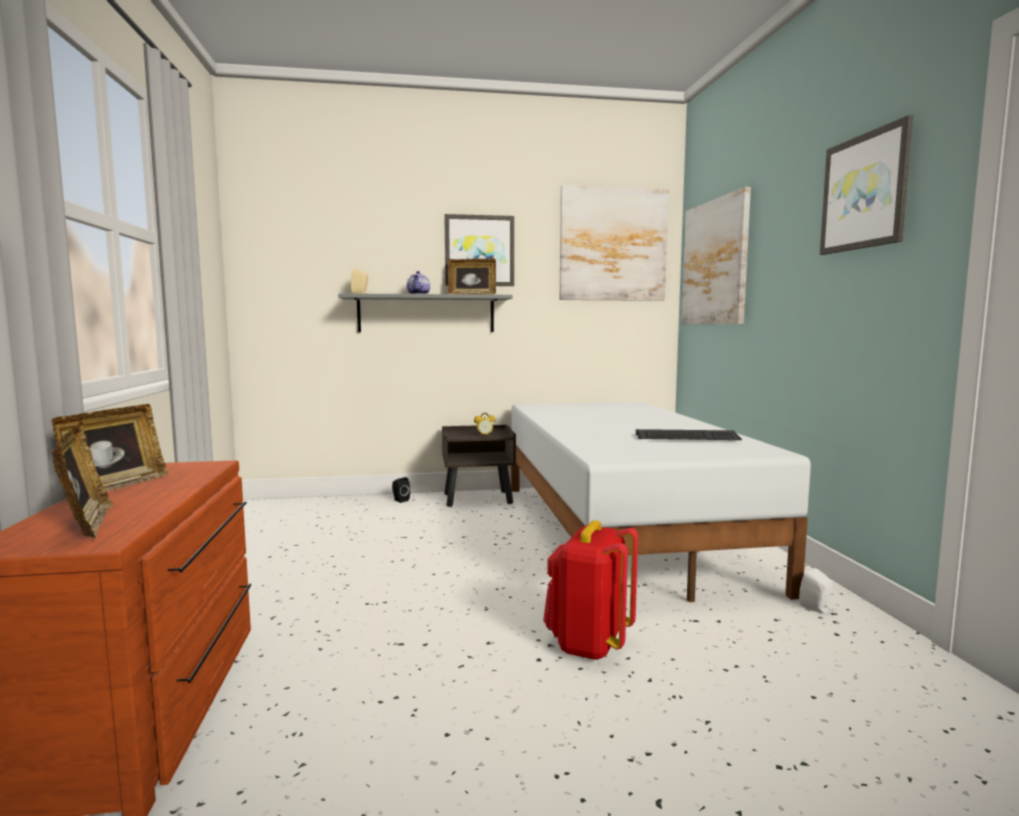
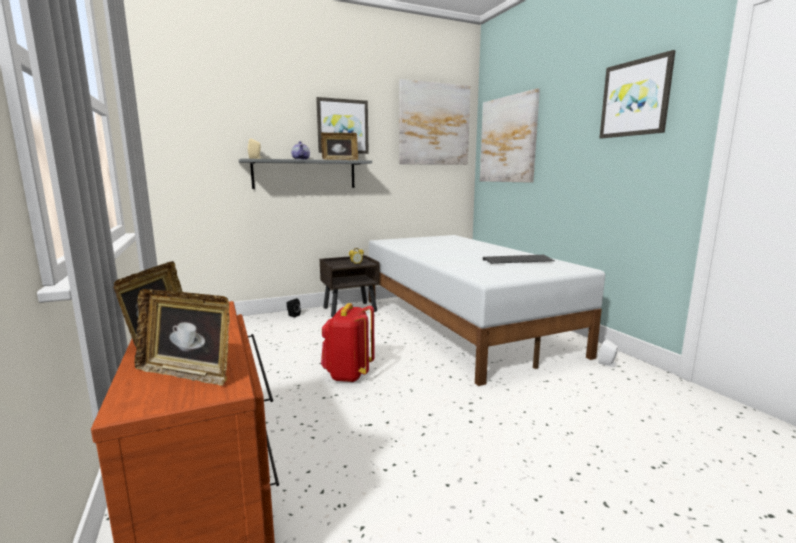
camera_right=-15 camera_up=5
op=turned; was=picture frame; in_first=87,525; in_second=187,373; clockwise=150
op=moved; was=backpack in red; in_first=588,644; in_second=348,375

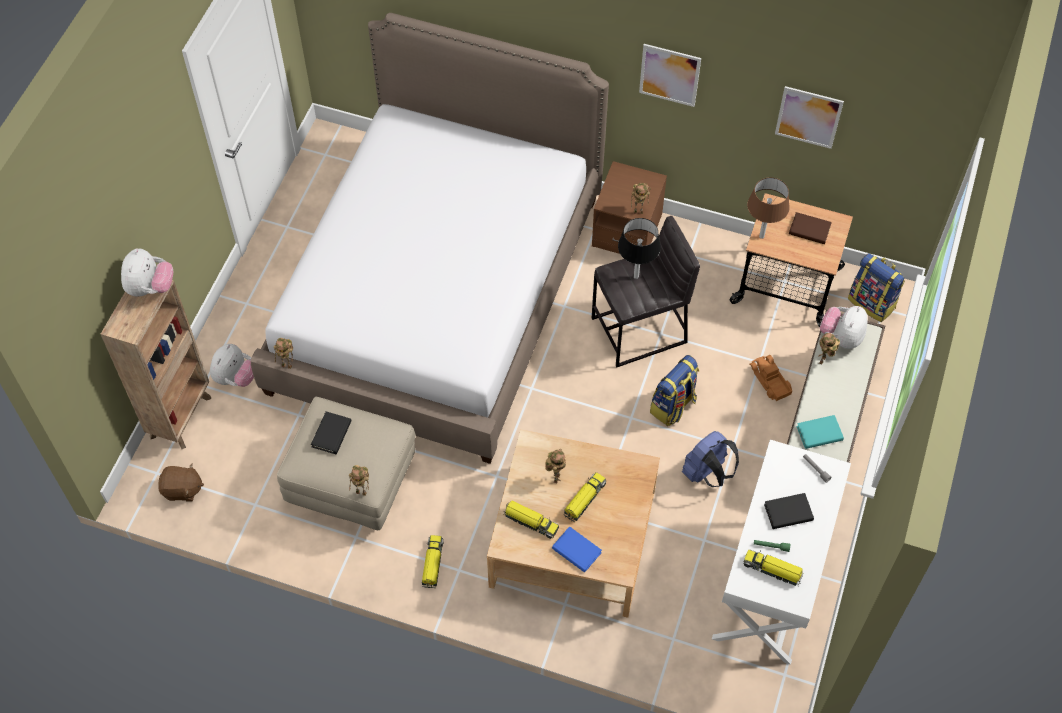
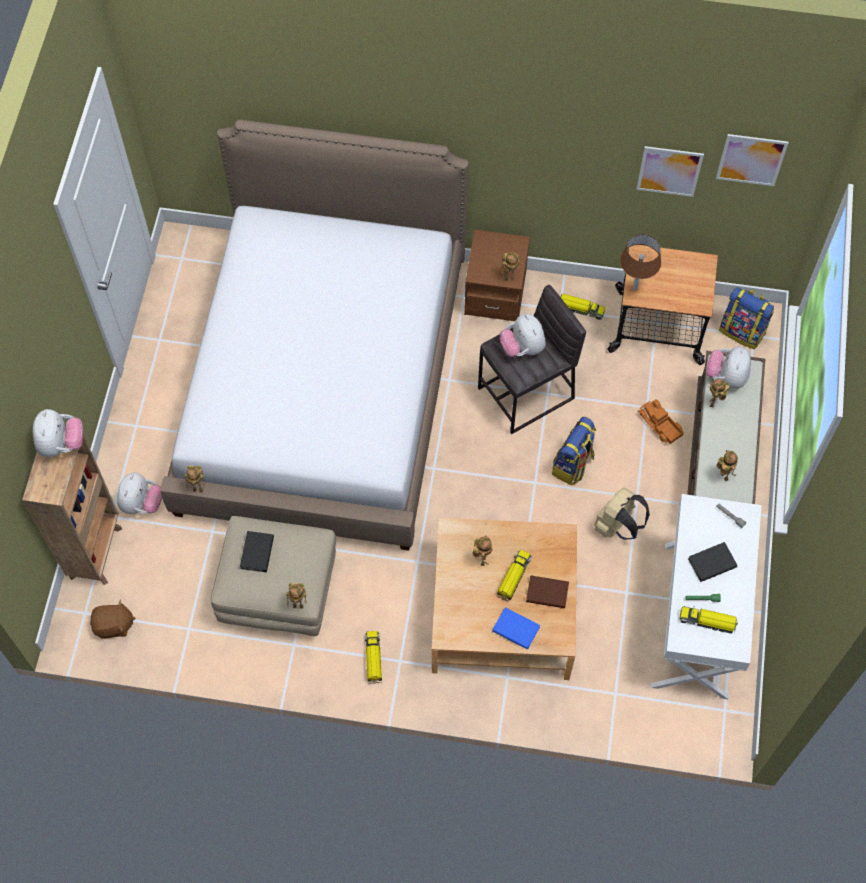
camera_right=-10 camera_up=5
op=moved; was=toy truck; in_first=530,521; in_second=580,309
op=replaced; was=table lamp in black; now=plush toy; in_first=636,276; in_second=522,348
op=moved; was=picture; in_first=669,75; in_second=751,159
op=recoloured; was=backpack in blue; now=backpack in beige; in_first=707,473; in_second=617,526
op=moved; was=book in brown; in_first=809,230; in_second=547,593
op=replaced; was=book in turquoise; now=toy robot; in_first=819,433; in_second=722,476

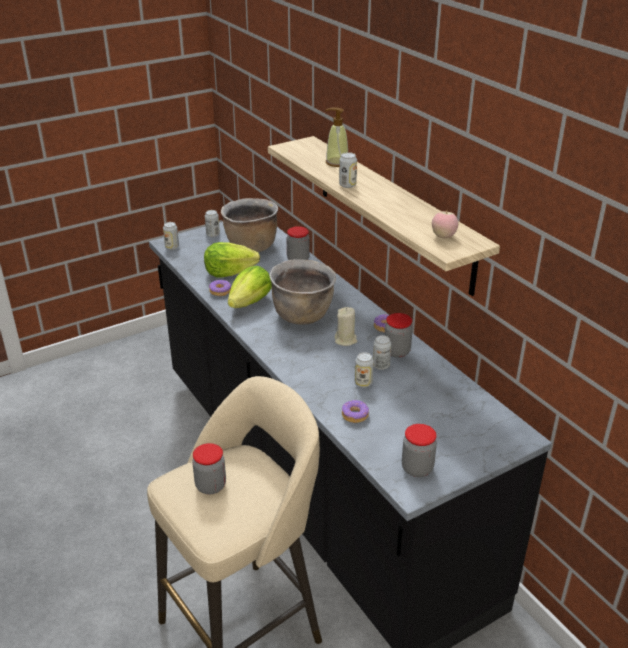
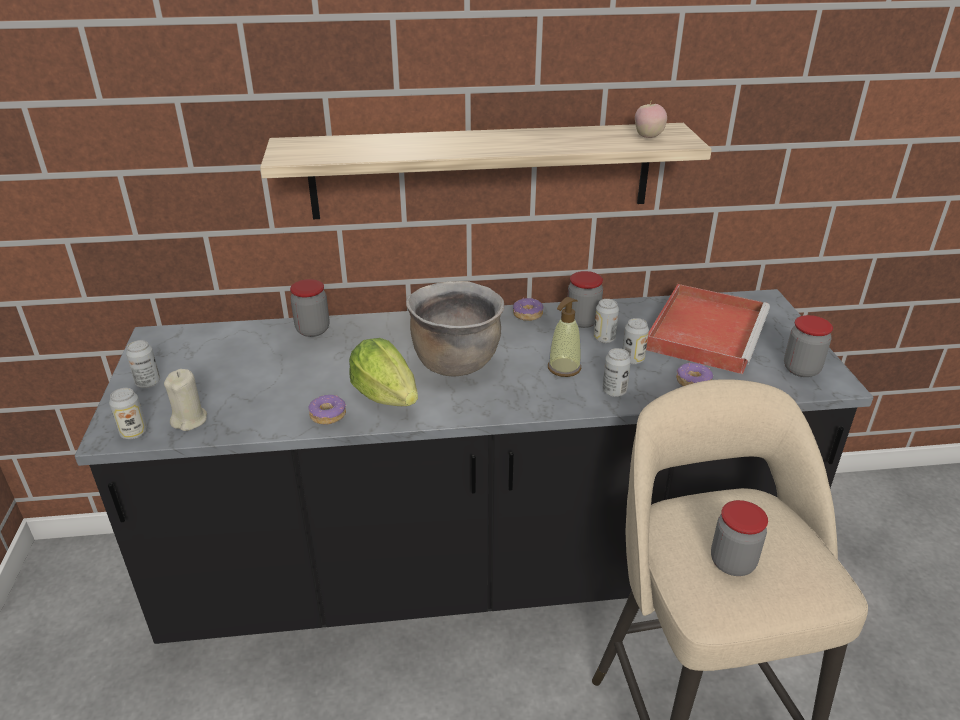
camera_right=-65 camera_up=0
op=removed; was=lettuce; in_first=229,273
op=removed; was=cooking pot in brown; in_first=251,246
op=moved; was=soap dispenser; in_first=337,162; in_second=564,368
op=moved; was=candle in beige; in_first=346,340; in_second=190,420
op=moved; was=can; in_first=347,185; in_second=614,391
op=added; now=tray in red; in_second=706,331

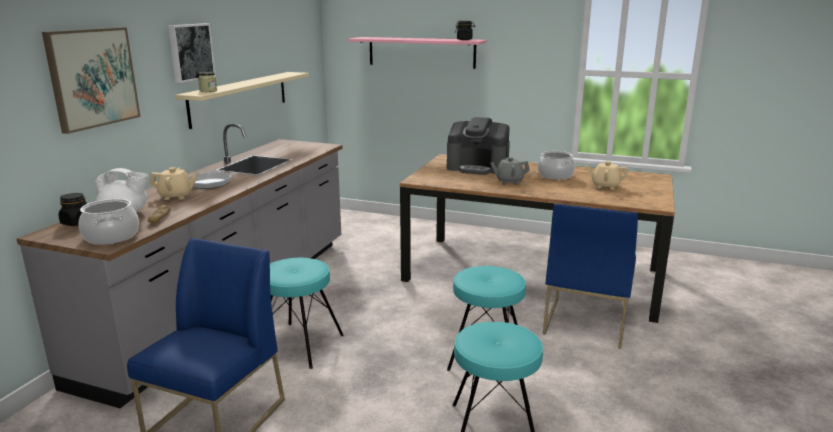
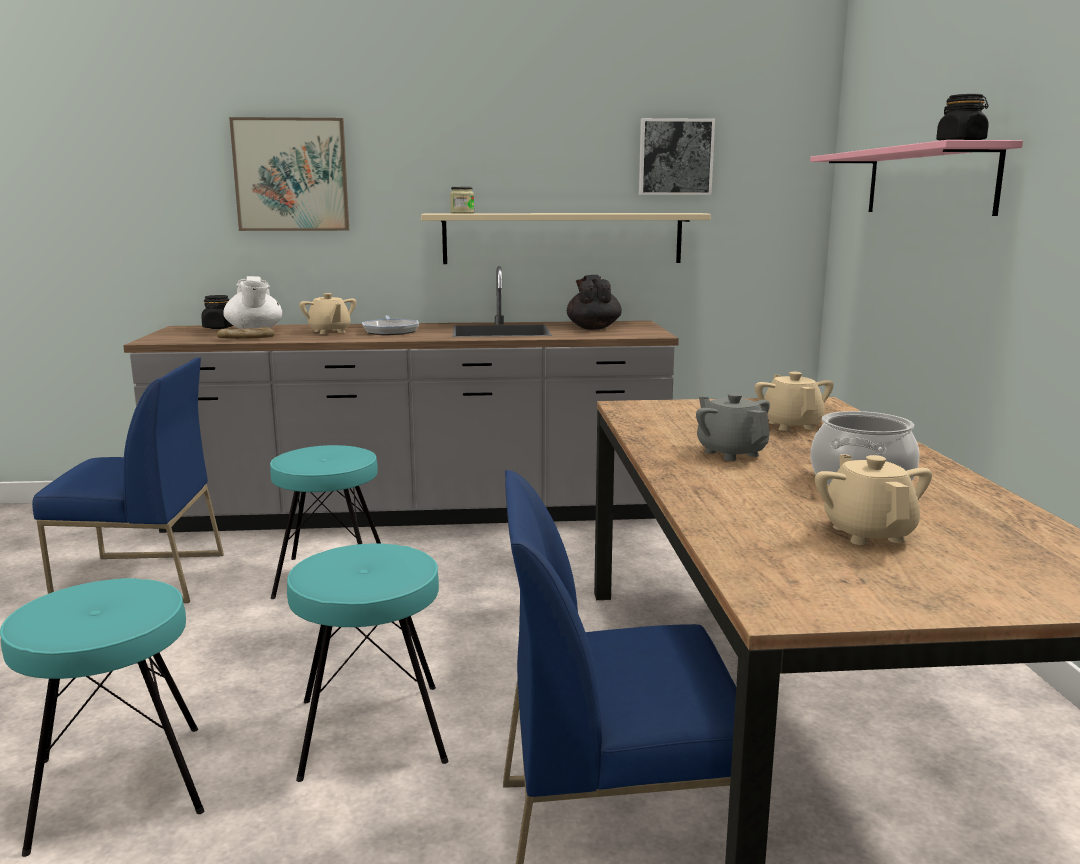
camera_right=65 camera_up=-5
op=removed; was=cooking pot; in_first=111,237
op=moved; was=picture; in_first=190,52; in_second=675,157
op=replaced; was=coffee machine; now=teapot in beige; in_first=478,167; in_second=791,425
op=added; now=teapot in black; in_second=593,328

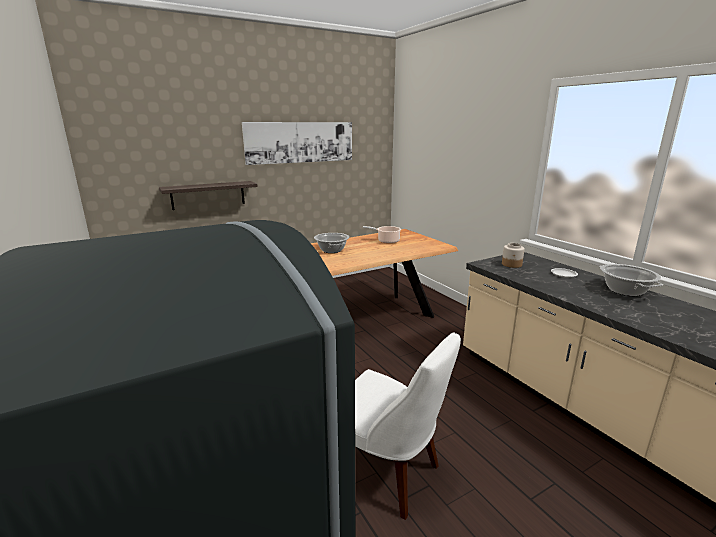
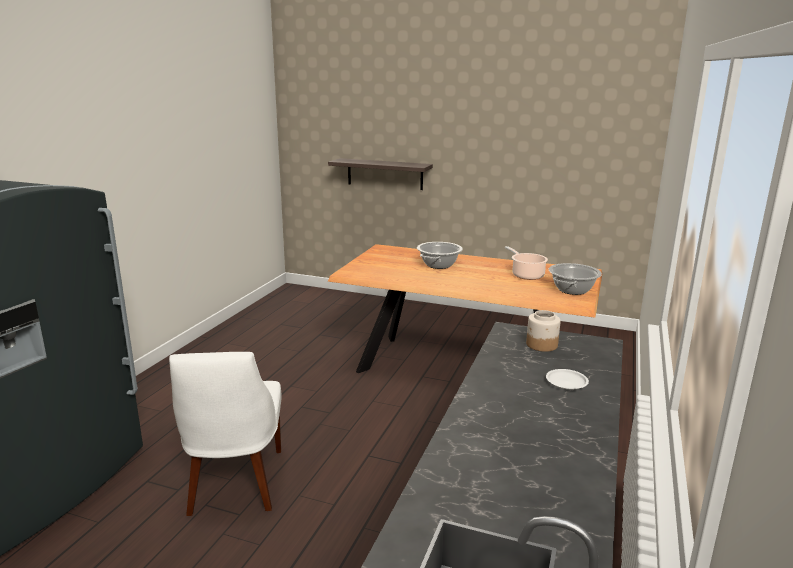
camera_right=50 camera_up=0
op=removed; was=picture; in_first=300,142
op=moved; was=cooking pot; in_first=624,291; in_second=572,290

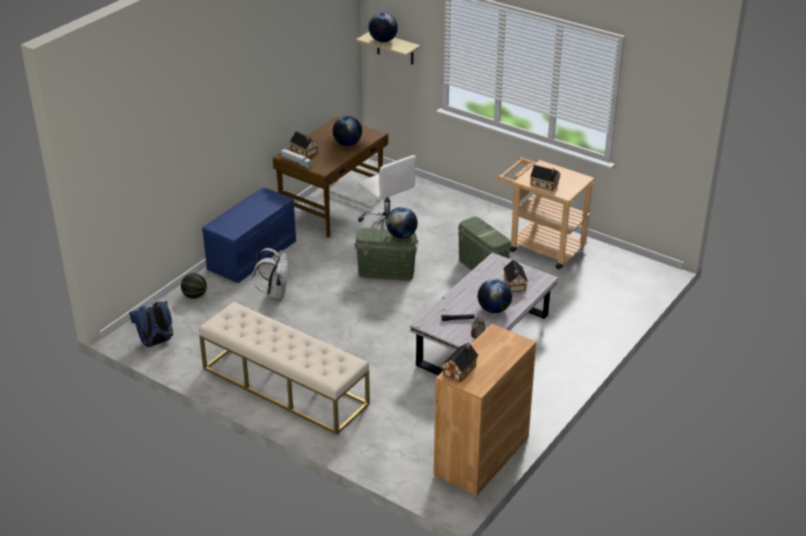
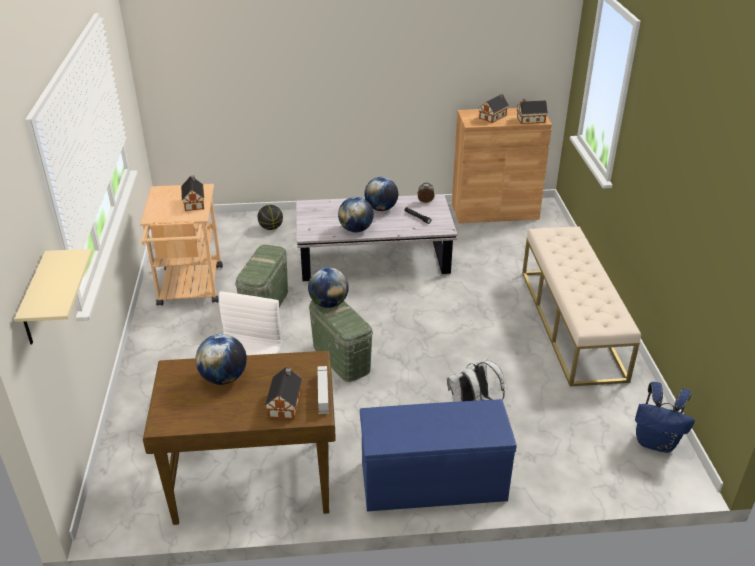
camera_right=-130 camera_up=0
op=moved; was=basketball; in_first=195,296; in_second=271,228
op=moved; was=globe; in_first=383,41; in_second=356,229
op=moved; was=toy house; in_first=514,284; in_second=493,116

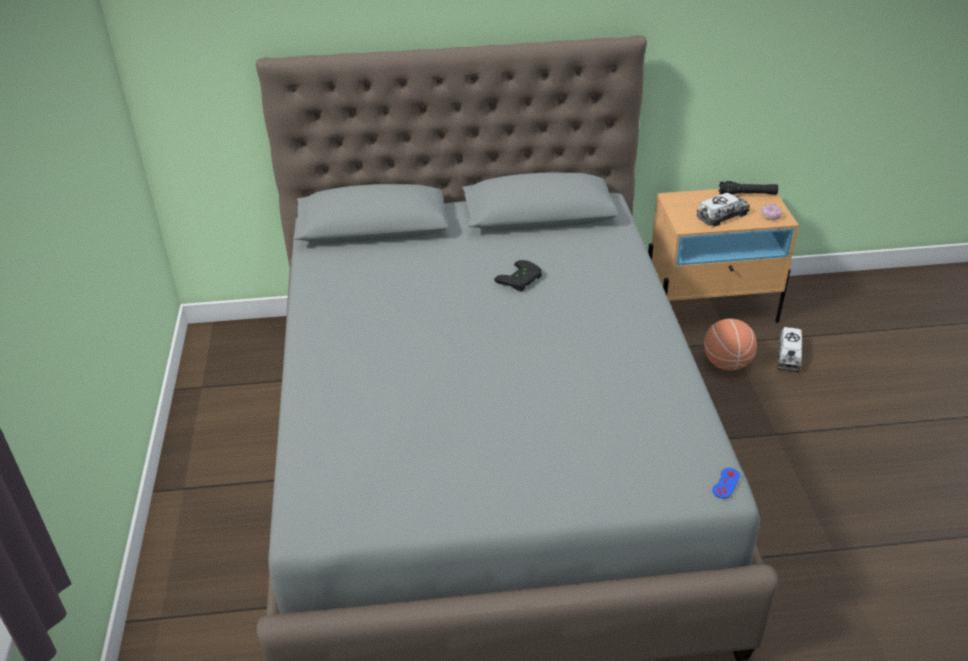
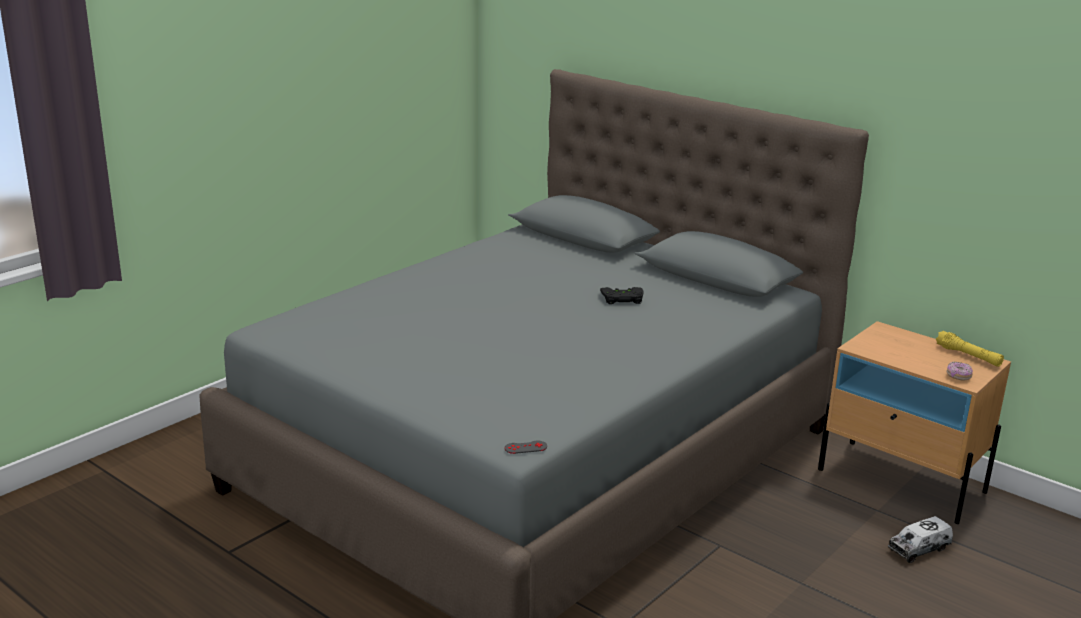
camera_right=45 camera_up=-15
op=removed; was=toy truck; in_first=722,216
op=removed; was=basketball; in_first=726,363
op=recoloured; was=game controller in blue; now=game controller in grey; in_first=726,483; in_second=525,447
op=recoloured; was=flashlight in black; now=flashlight in yellow; in_first=747,194; in_second=968,356

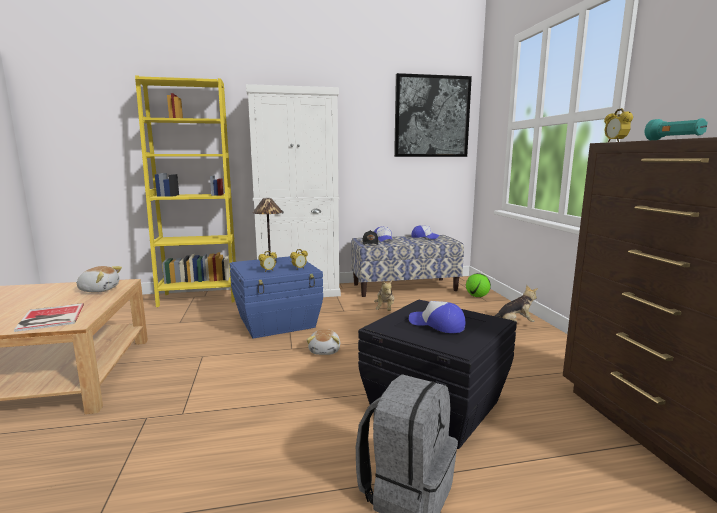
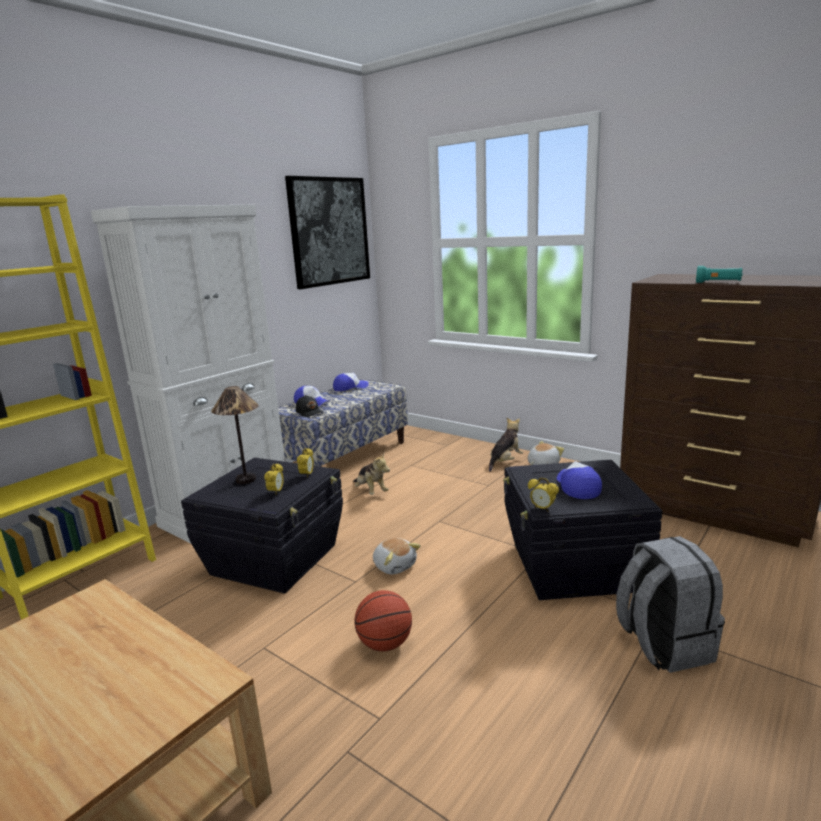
camera_right=-40 camera_up=5
op=removed; was=book; in_first=49,318
op=moved; was=plush toy; in_first=99,290; in_second=542,464
op=recoloured; was=storage box in blue; now=storage box in black; in_first=277,322; in_second=276,559
op=turned; was=cap; in_first=437,325; in_second=577,486; clockwise=90
op=removed; was=football; in_first=477,296
op=moved; was=alarm clock; in_first=615,142; in_second=542,509
op=added; now=basketball; in_second=385,644

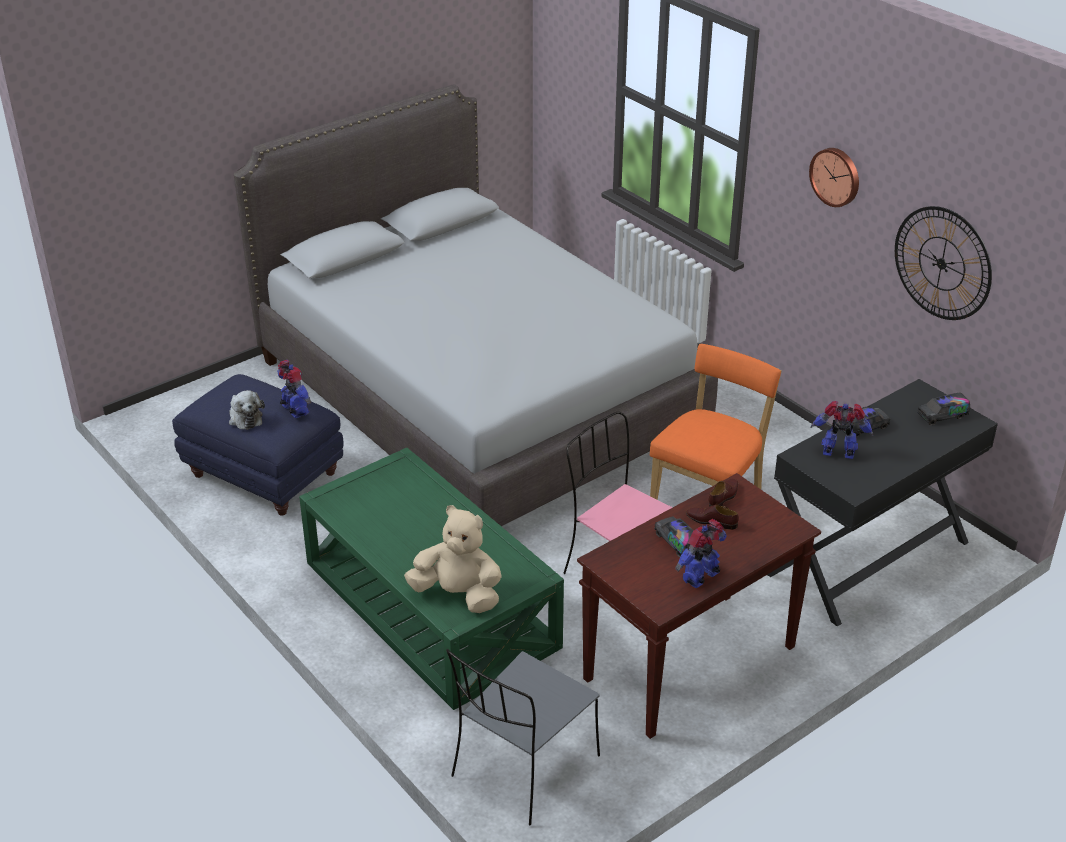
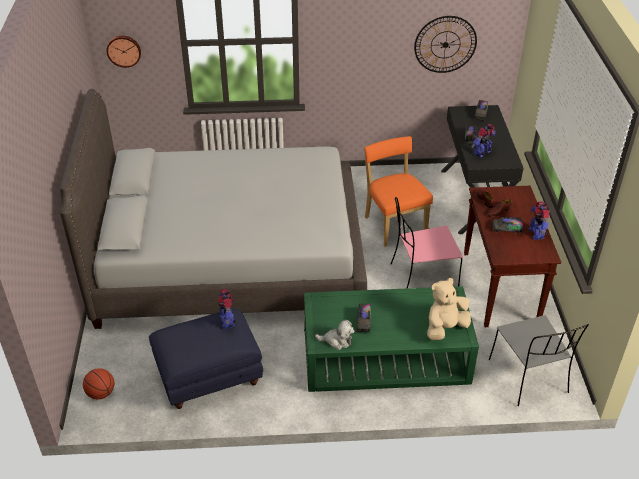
camera_right=-55 camera_up=5
op=moved; was=plush toy; in_first=245,417; in_second=337,341
op=turned; was=toy robot; in_first=295,410; in_second=227,321; clockwise=-105
op=moved; was=wall clock; in_first=836,176; in_second=124,50
op=added; now=basketball; in_second=101,393
op=added; now=toy truck; in_second=363,322

